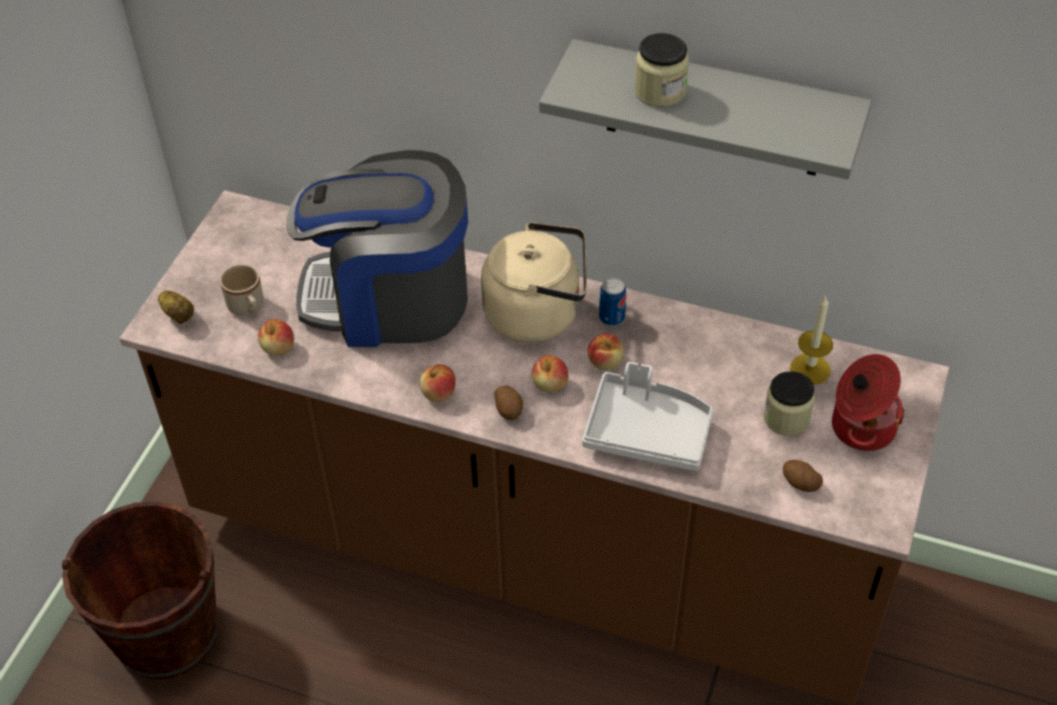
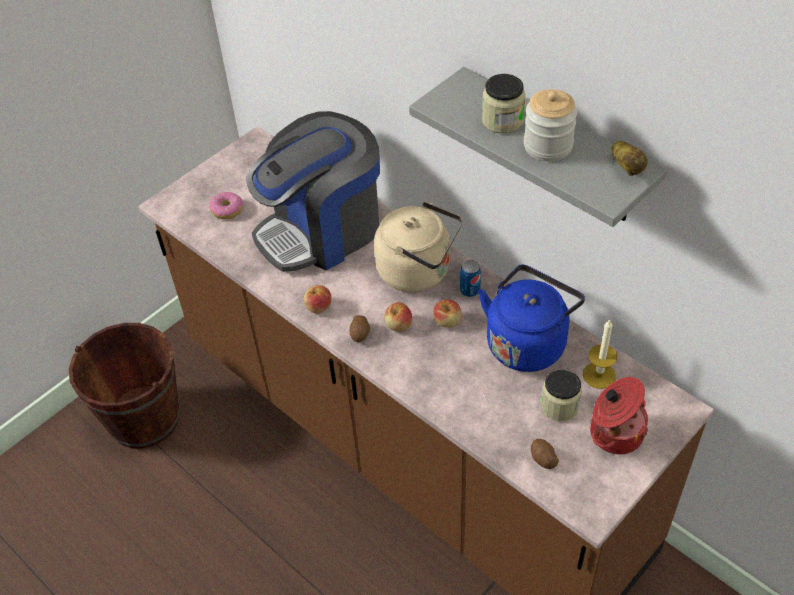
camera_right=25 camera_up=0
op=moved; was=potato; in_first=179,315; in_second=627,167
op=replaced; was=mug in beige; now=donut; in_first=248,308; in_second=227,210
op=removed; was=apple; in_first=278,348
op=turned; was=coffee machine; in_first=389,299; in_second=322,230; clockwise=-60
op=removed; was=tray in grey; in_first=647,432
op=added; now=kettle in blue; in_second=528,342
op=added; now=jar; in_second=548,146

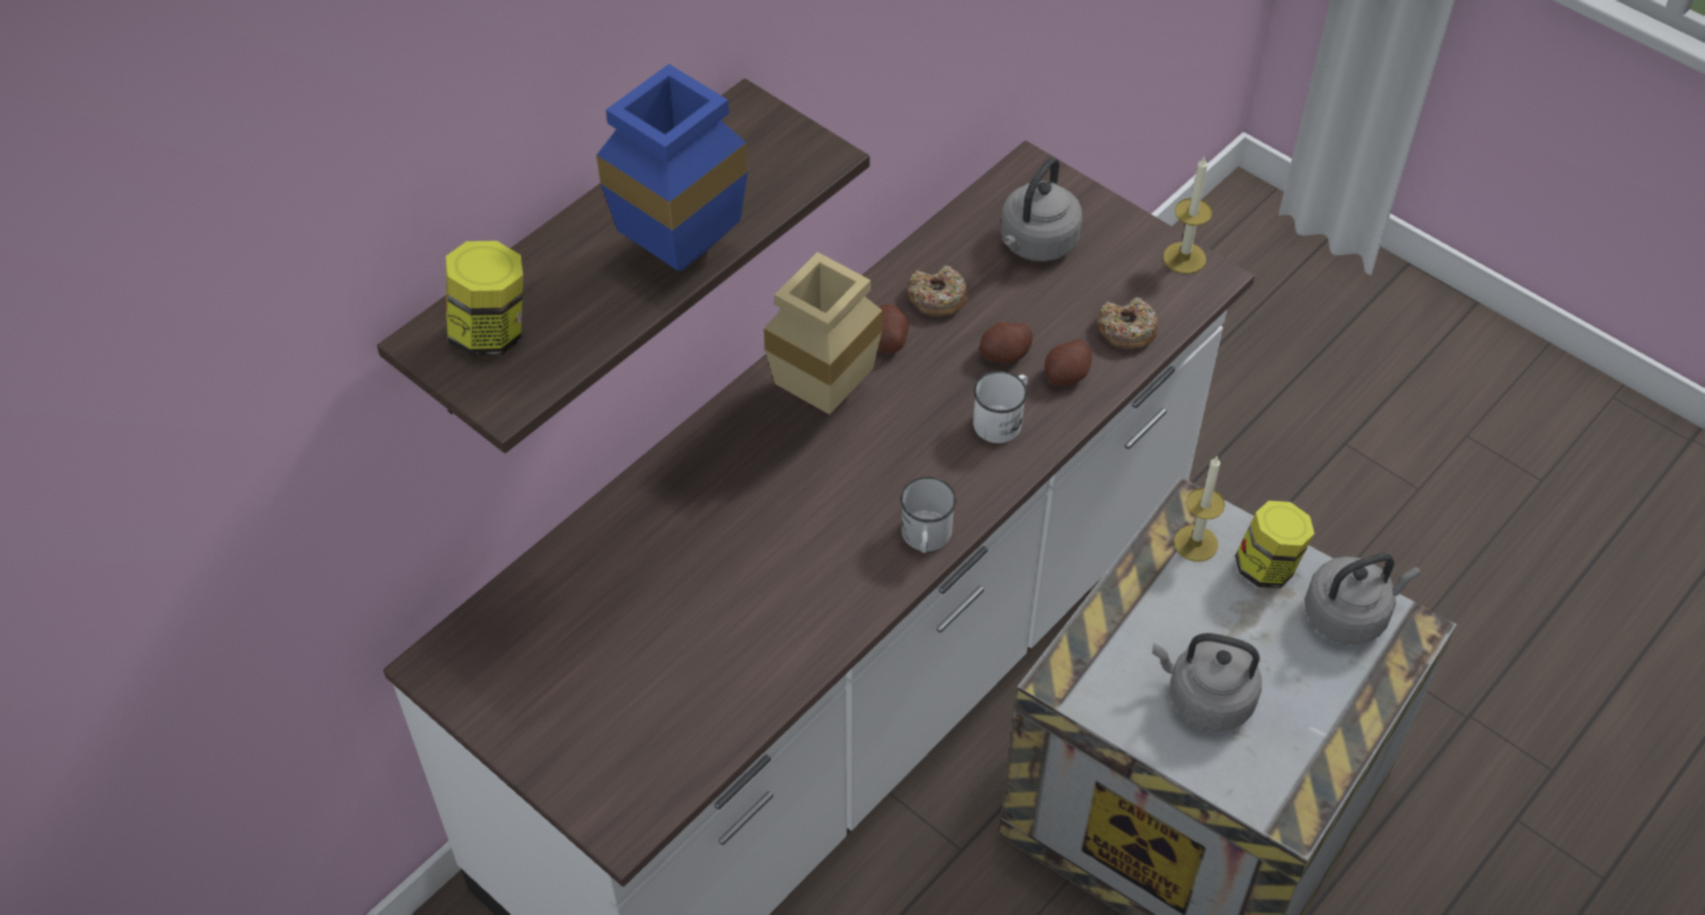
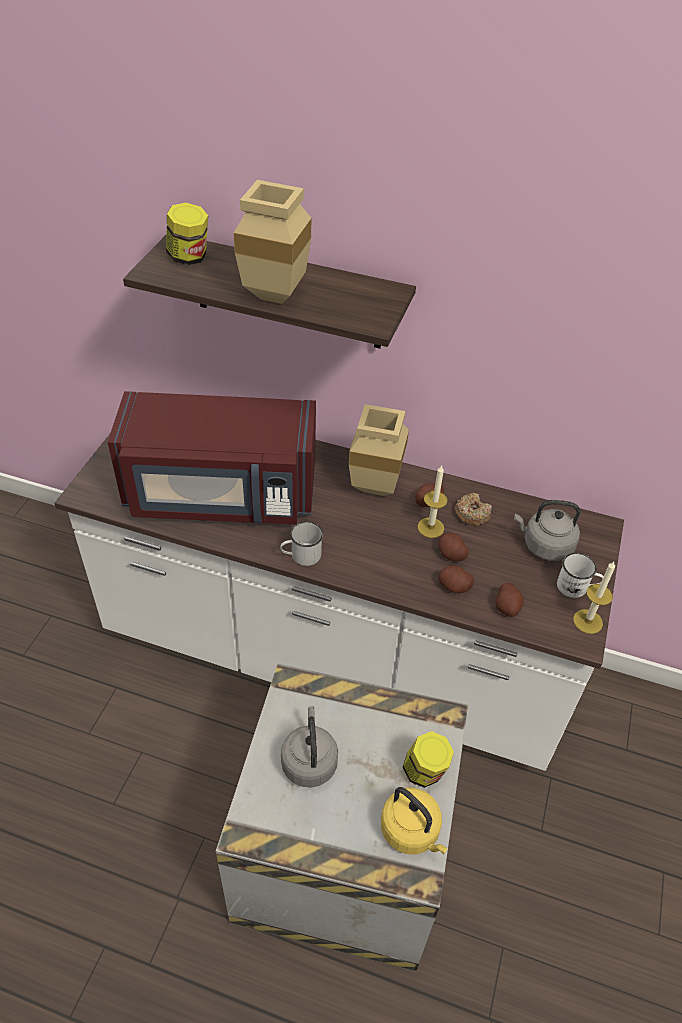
camera_right=65 camera_up=-5
op=recoloured; was=vase in blue; now=vase in beige; in_first=680,256; in_second=271,296
op=moved; was=mug in white; in_first=1002,419; in_second=577,587
op=replaced; was=donut; now=potato; in_first=1127,330; in_second=507,607
op=moved; was=candle; in_first=1195,543; in_second=430,527
op=recoloured; was=kettle in grey; now=kettle in yellow; in_first=1349,615; in_second=412,832
op=added; now=microwave in red; in_second=221,495

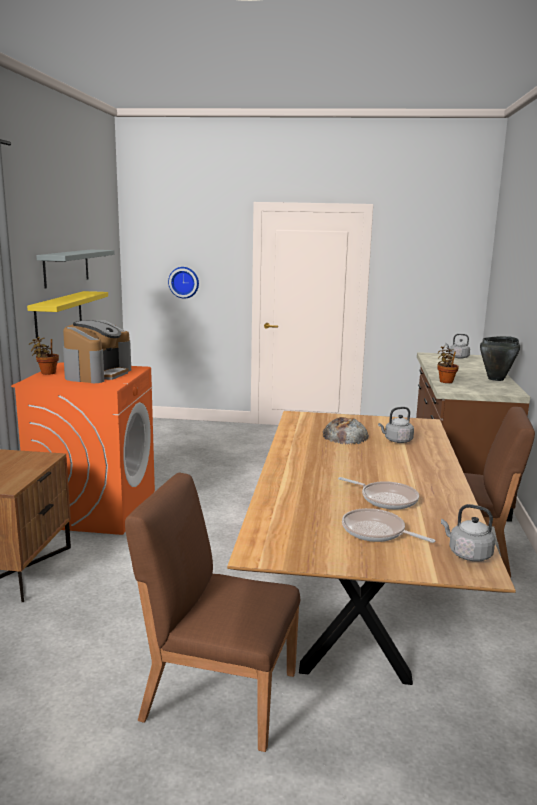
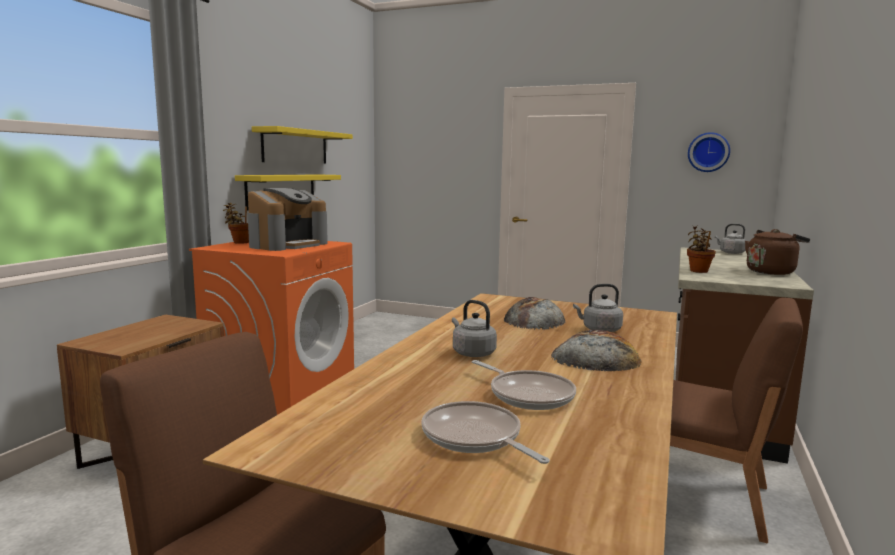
camera_right=15 camera_up=-5
op=recoloured; was=shelf in grey; now=shelf in yellow; in_first=66,267; in_second=295,146
op=moved; was=wall clock; in_first=184,282; in_second=708,152
op=moved; was=kettle in grey; in_first=467,554; in_second=472,353
op=replaced; was=cooking pot in black; now=kettle in brown; in_first=496,379; in_second=772,272
op=added; now=bread; in_second=596,358

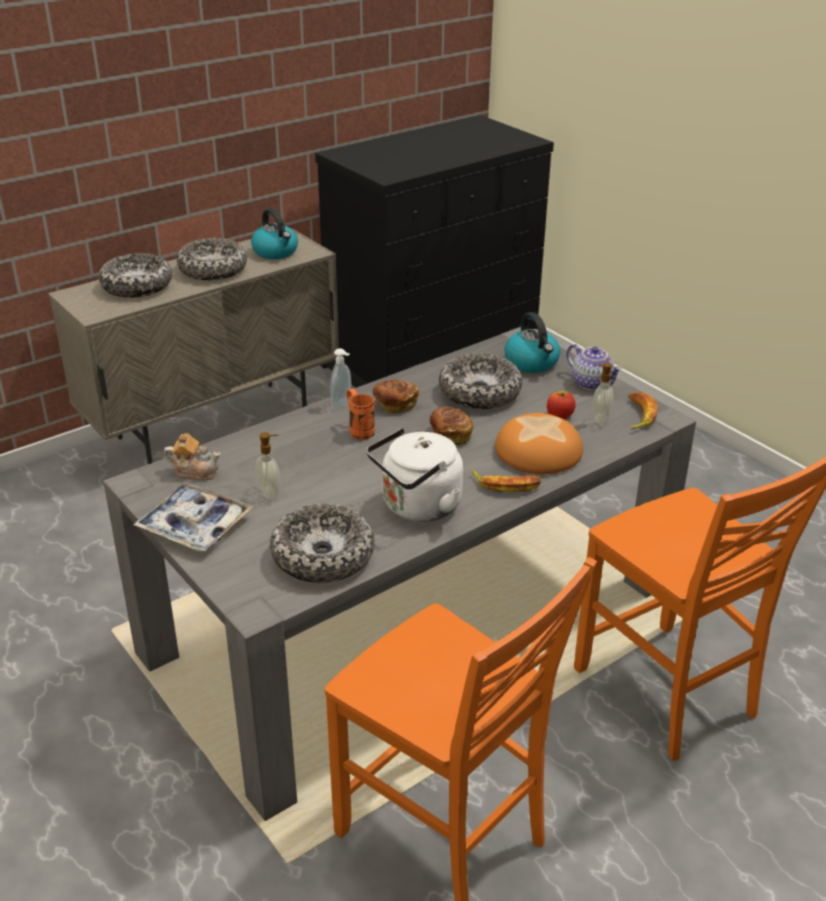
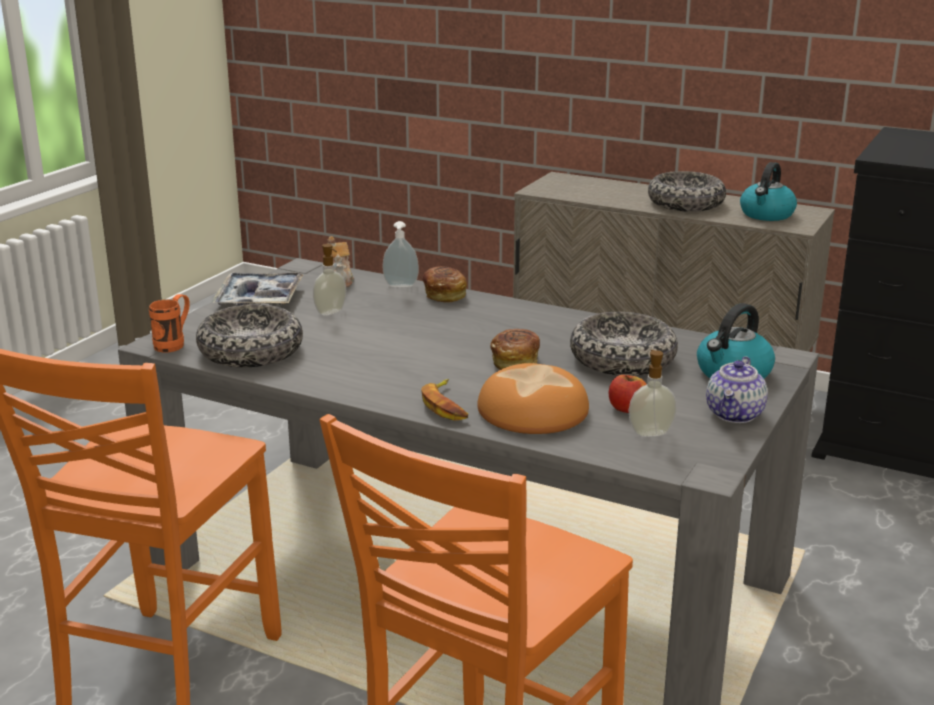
camera_right=65 camera_up=-10
op=removed; was=bowl; in_first=137,286
op=moved; was=soap dispenser; in_first=342,404; in_second=400,286
op=moved; was=mug in orange; in_first=359,430; in_second=174,344
op=removed; was=kettle in white; in_first=417,507
op=moved; was=bread; in_first=394,404; in_second=444,295
op=removed; was=banana; in_first=638,415

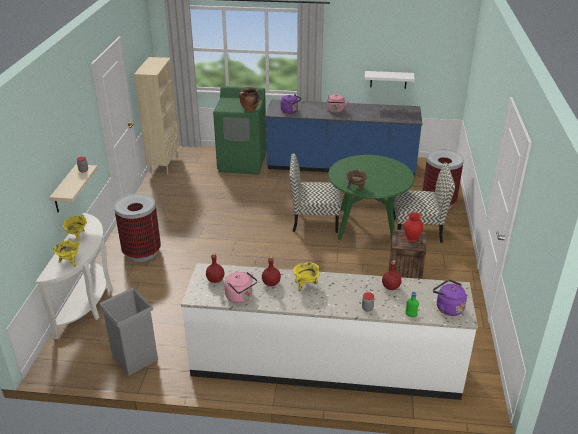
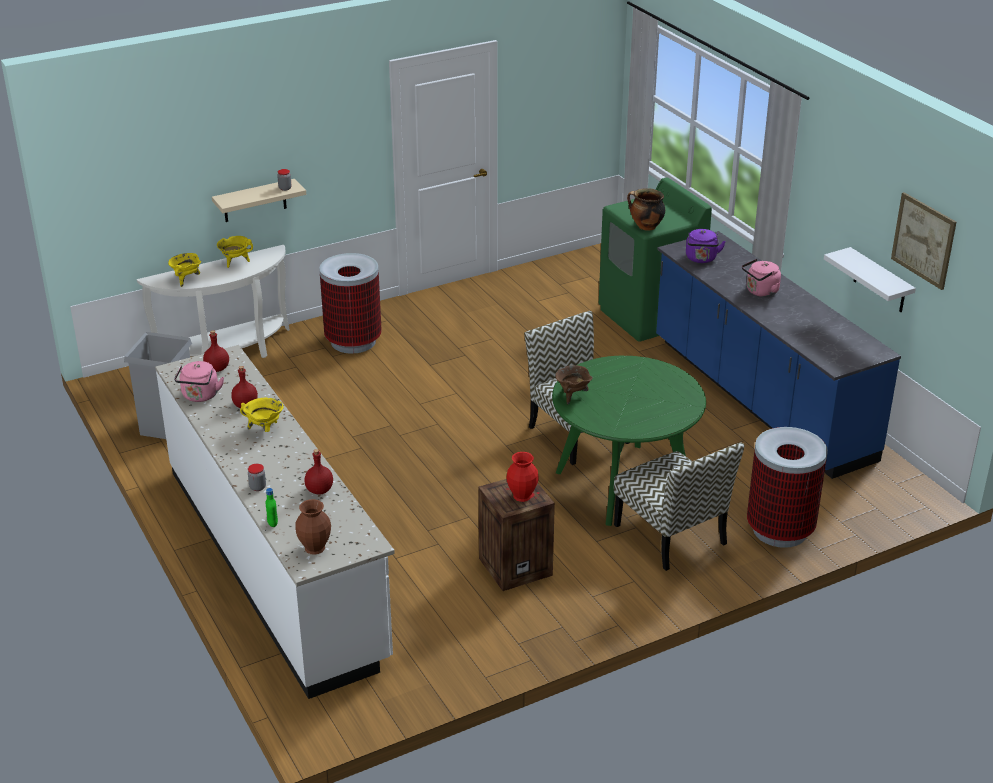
camera_right=55 camera_up=0
op=removed; was=bookcase in beige; in_first=164,164
op=replaced; was=kettle in purple; now=vase in brown; in_first=447,308; in_second=315,547
op=added; now=picture; in_second=923,240

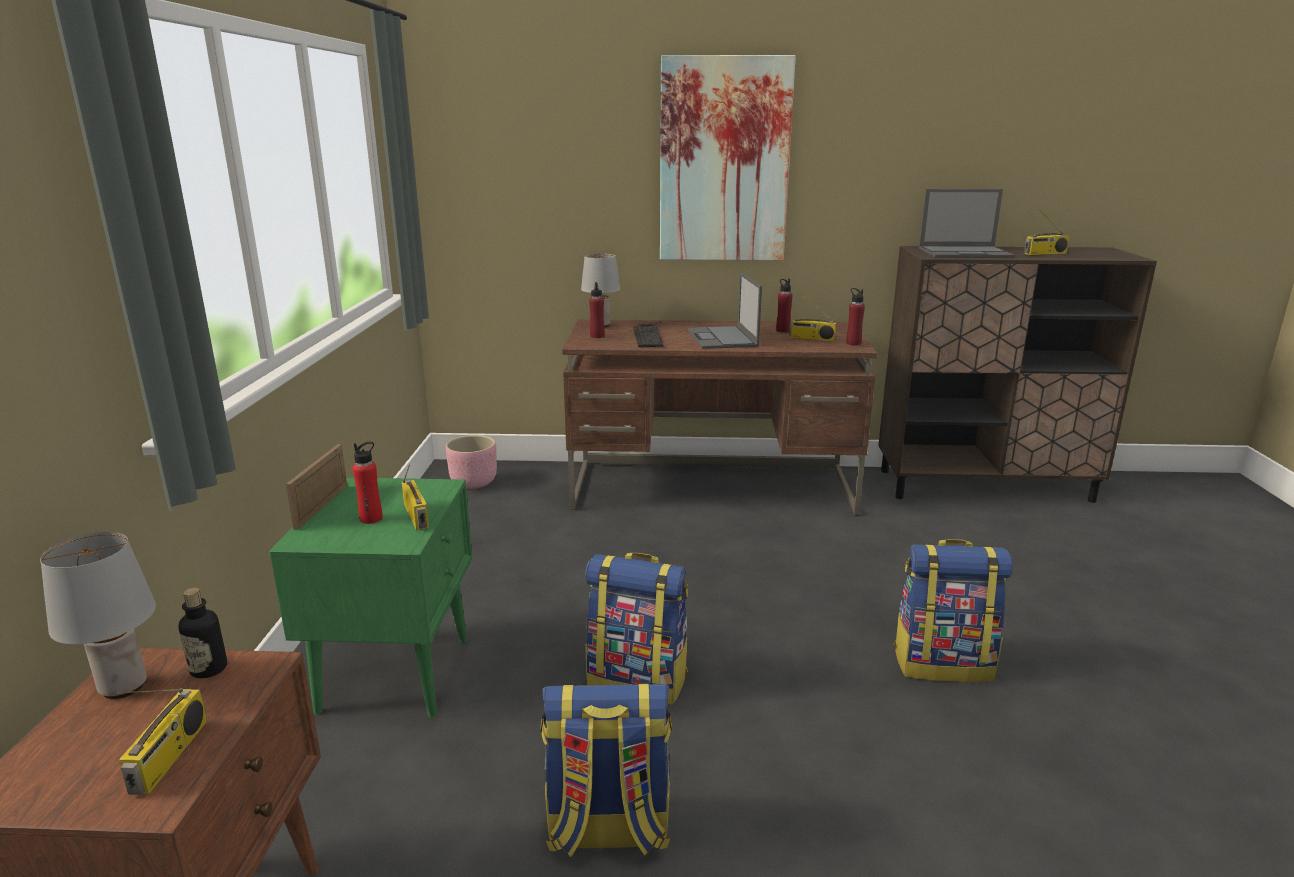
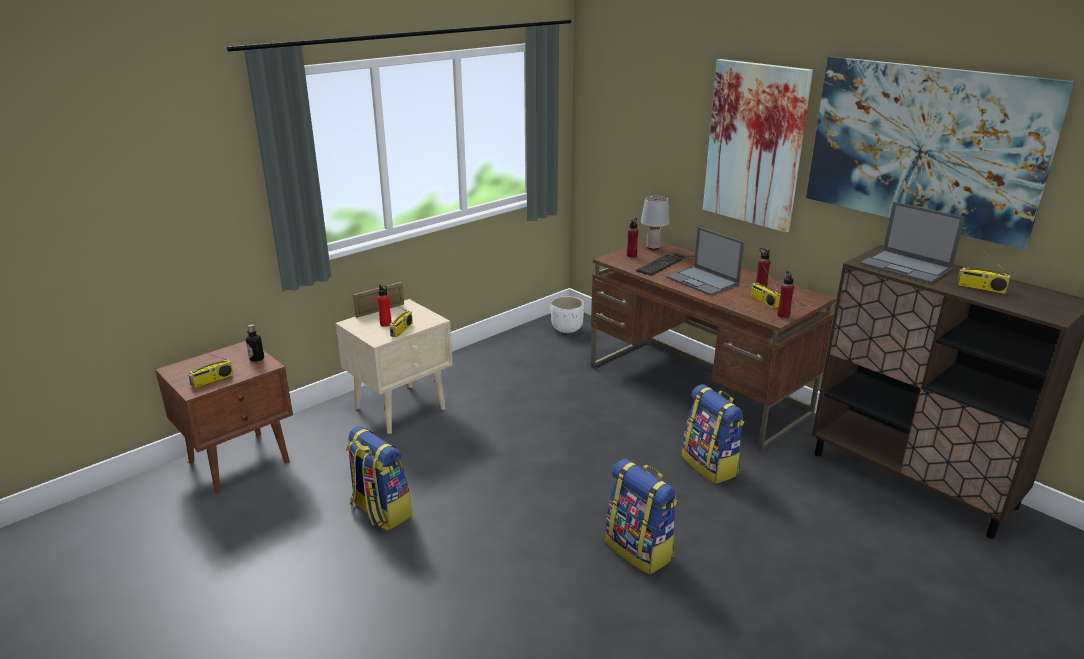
camera_right=45 camera_up=5
op=removed; was=table lamp in grey; in_first=125,687
op=recoloured; was=nightstand in green; now=nightstand in beige; in_first=397,672; in_second=402,408
op=recoloured; was=planter in pink; now=planter in white; in_first=473,483; in_second=566,328
op=moved; was=backpack; in_first=638,680; in_second=711,465
op=turned; was=laptop; in_first=722,338; in_second=703,281; clockwise=-75
op=added; now=picture; in_second=923,147

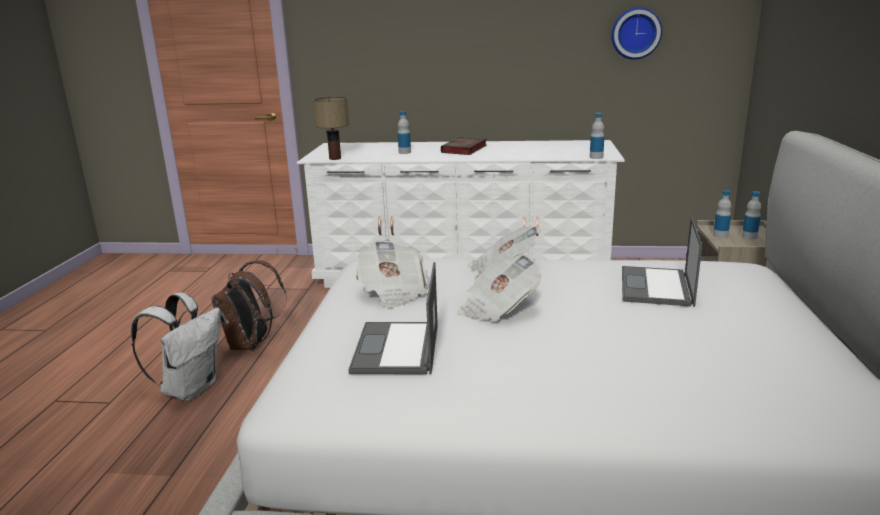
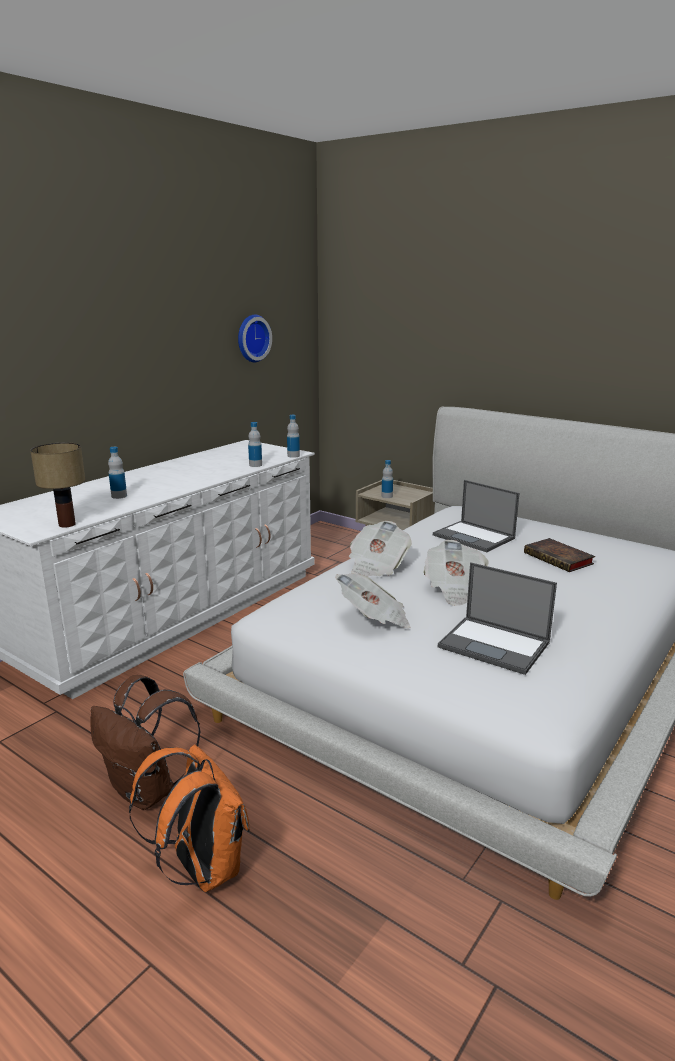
camera_right=-60 camera_up=0
op=recoloured; was=backpack in white; now=backpack in orange; in_first=190,388; in_second=201,868
op=moved; was=book; in_first=464,149; in_second=560,559
op=moved; was=bottle; in_first=749,237; in_second=255,465

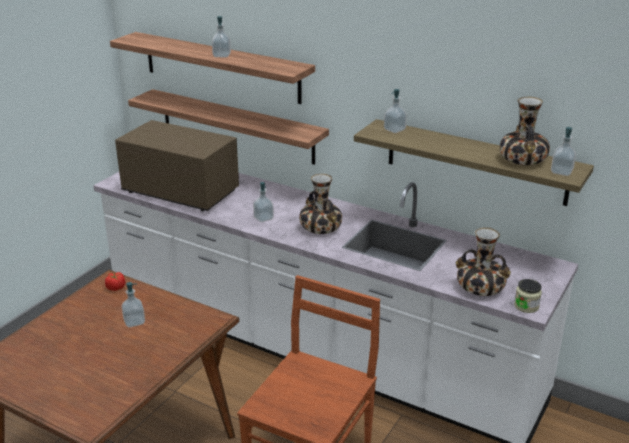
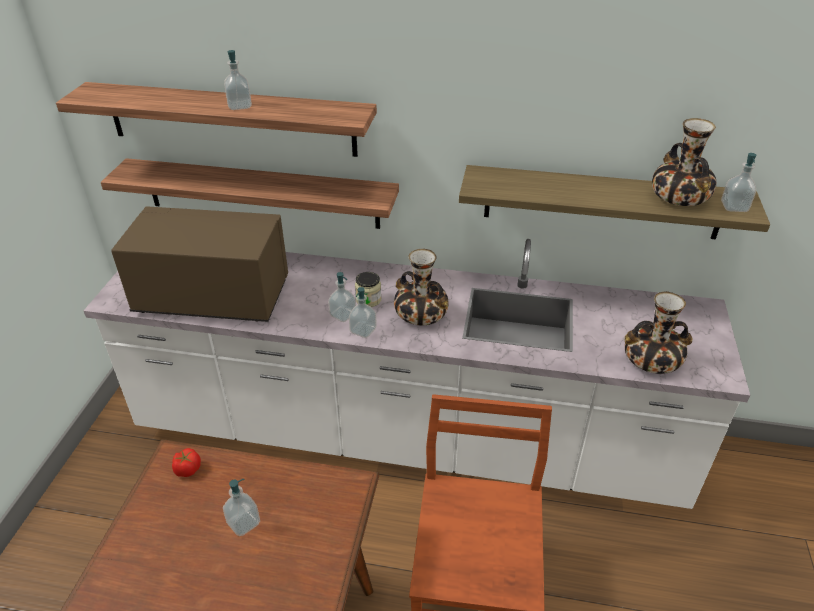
camera_right=-20 camera_up=10
op=moved; was=soap dispenser; in_first=394,130; in_second=363,330
op=moved; was=jar; in_first=526,306; in_second=368,300

